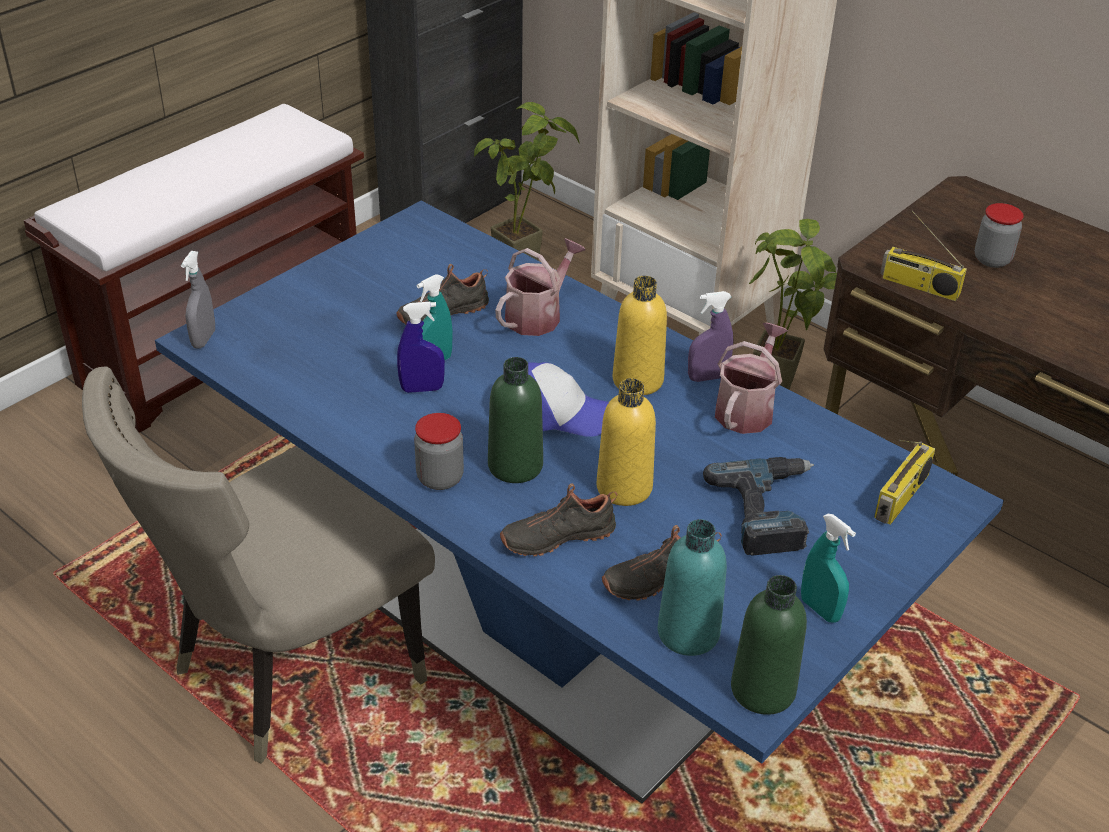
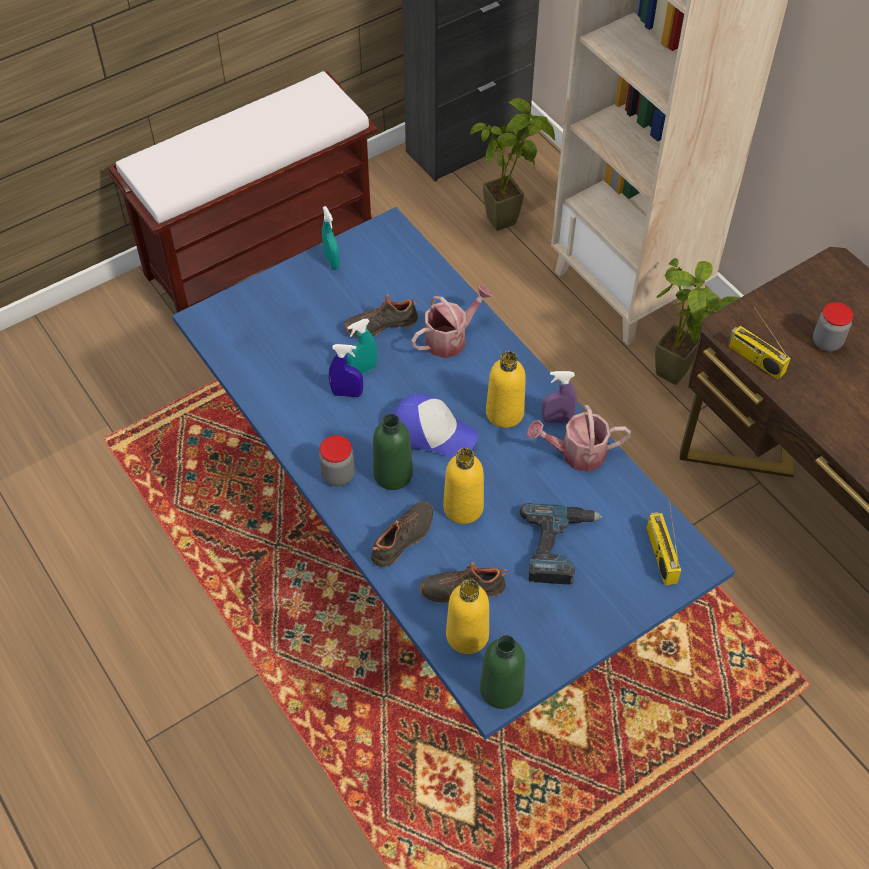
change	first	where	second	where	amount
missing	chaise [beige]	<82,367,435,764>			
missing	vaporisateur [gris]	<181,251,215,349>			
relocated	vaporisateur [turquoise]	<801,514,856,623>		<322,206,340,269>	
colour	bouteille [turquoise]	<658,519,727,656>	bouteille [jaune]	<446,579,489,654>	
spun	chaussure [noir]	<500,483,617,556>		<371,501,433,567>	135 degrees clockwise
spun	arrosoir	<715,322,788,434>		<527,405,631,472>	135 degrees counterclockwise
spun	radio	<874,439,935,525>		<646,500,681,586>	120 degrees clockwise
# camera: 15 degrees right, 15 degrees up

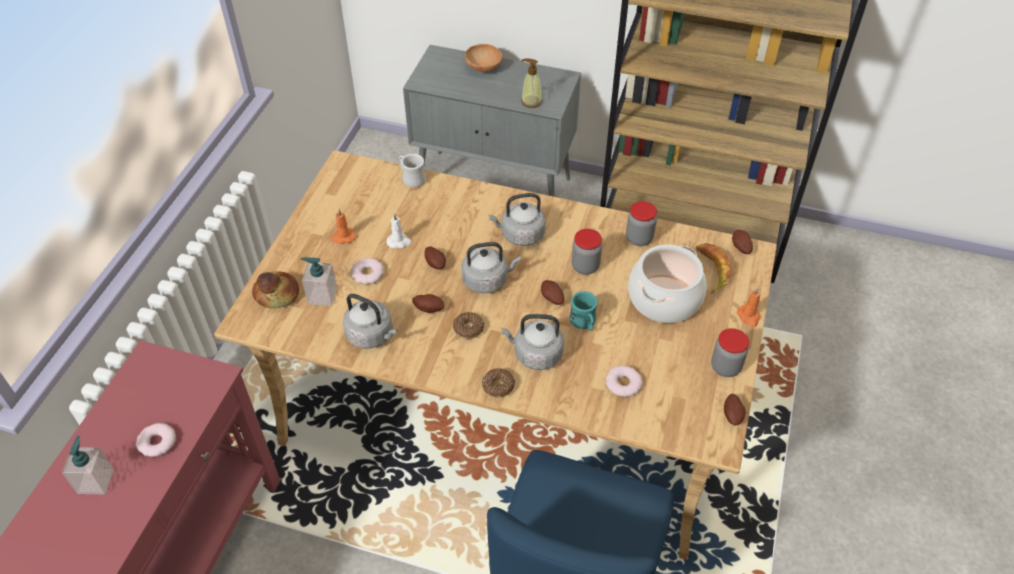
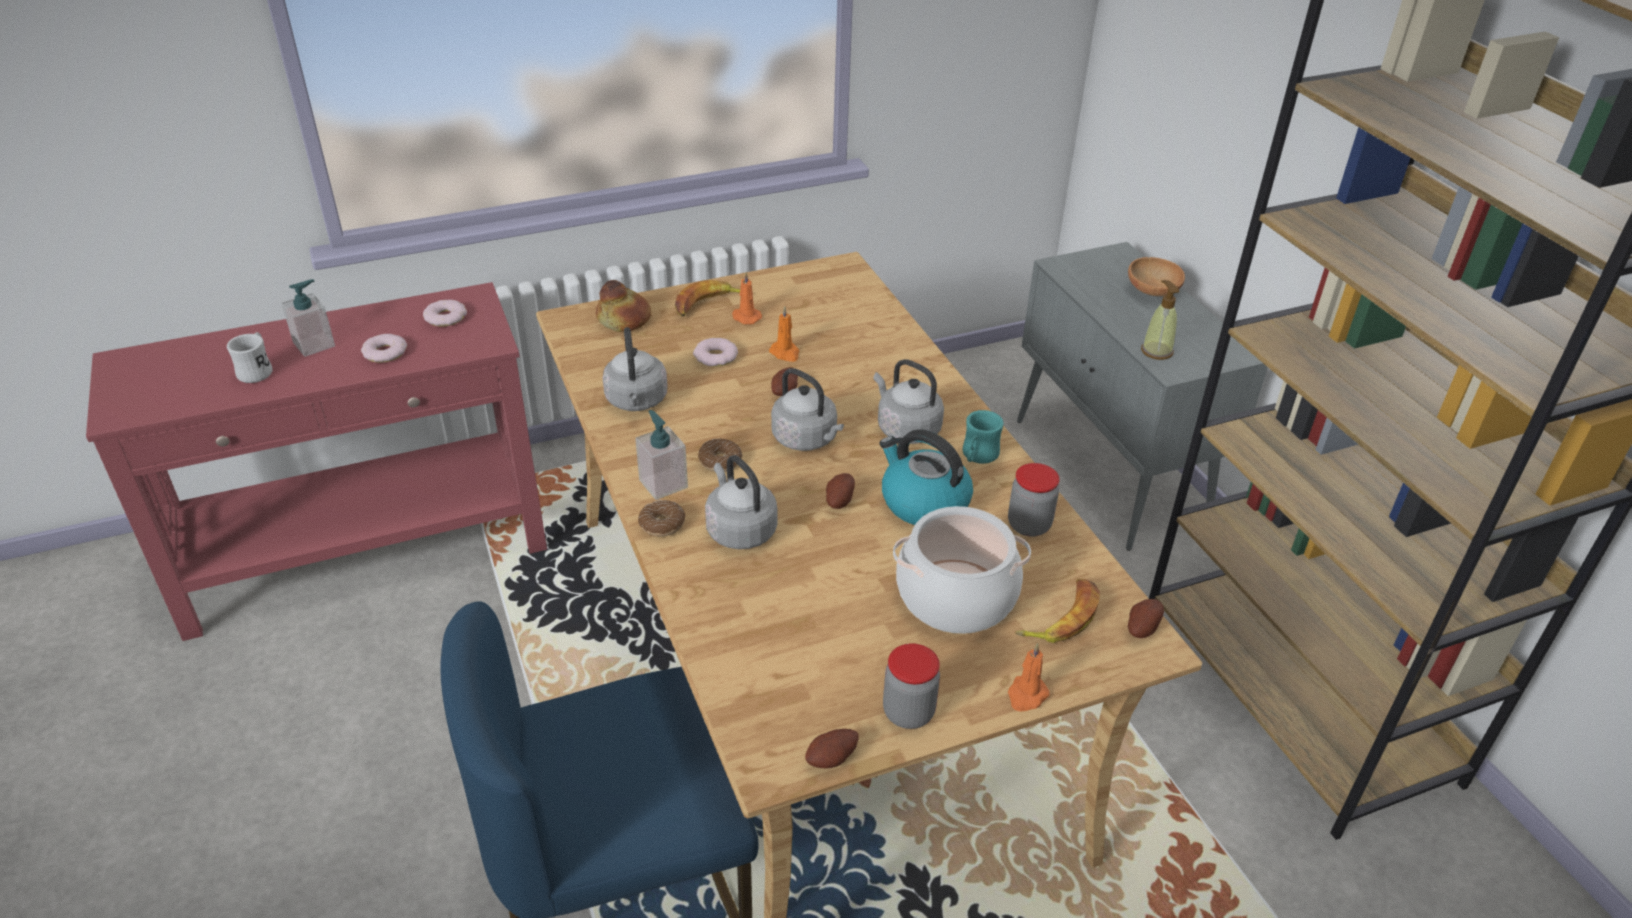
change	first	where	second	where	amount
missing	pomme de terre	<412,294,444,313>			
appeared			banane	<675,280,740,317>	
relocated	distributeur de savon	<301,257,337,306>		<635,410,688,500>	
relocated	mug [blanc]	<399,154,426,187>		<227,332,272,383>	
relocated	mug [turquoise]	<570,291,598,331>		<963,410,1004,464>	
relocated	beignet	<606,365,643,397>		<423,300,467,327>	
exchanged	bocal	<572,229,602,275>	bouilloire	<880,429,973,525>	
colour	bougie [blanc]	<387,213,412,248>	bougie [orange]	<769,306,799,362>	
# camera: 50 degrees right, 10 degrees down

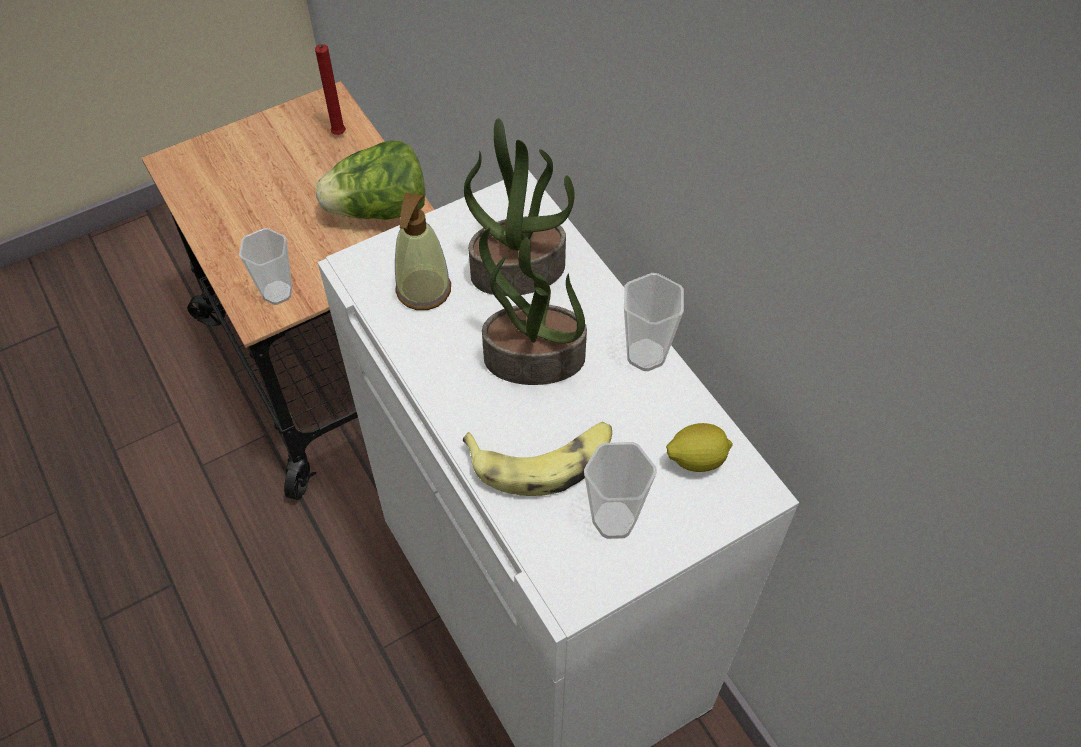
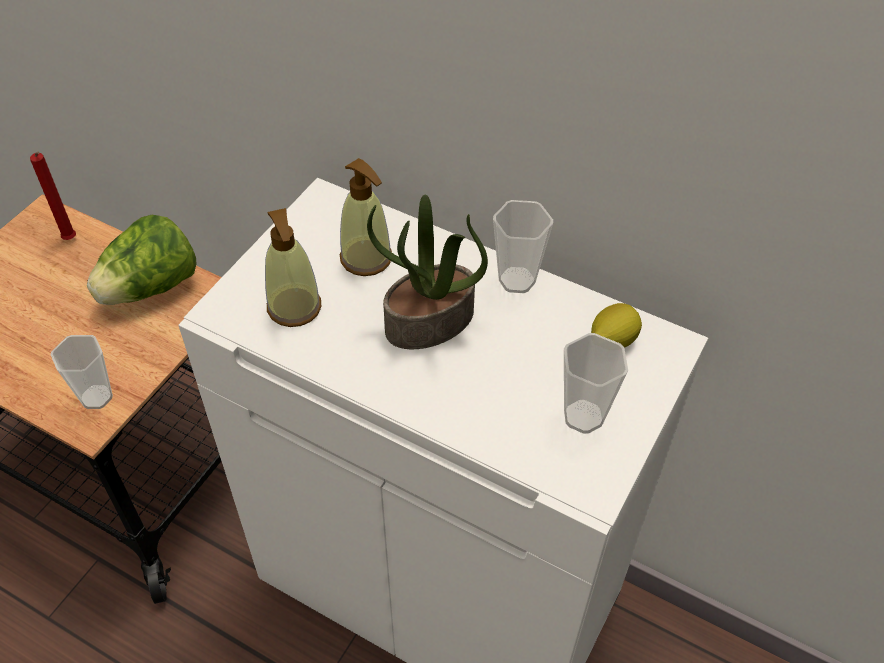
change	first	where	second	where	amount
missing	banane	<463,422,612,496>			
exchanged	plante en pot	<464,118,575,296>	distributeur de savon	<340,158,392,276>	
# camera: 30 degrees left, 5 degrees down

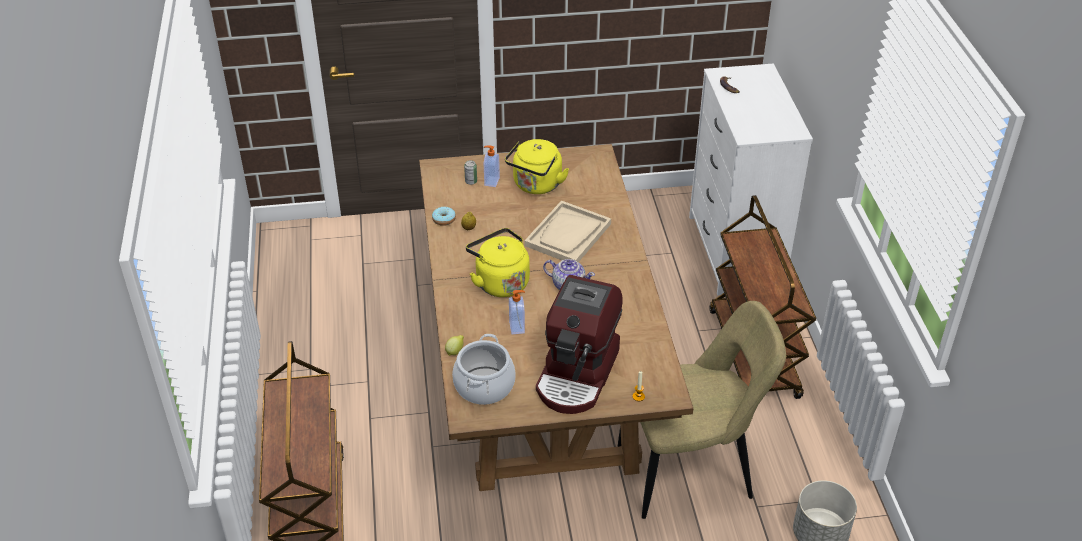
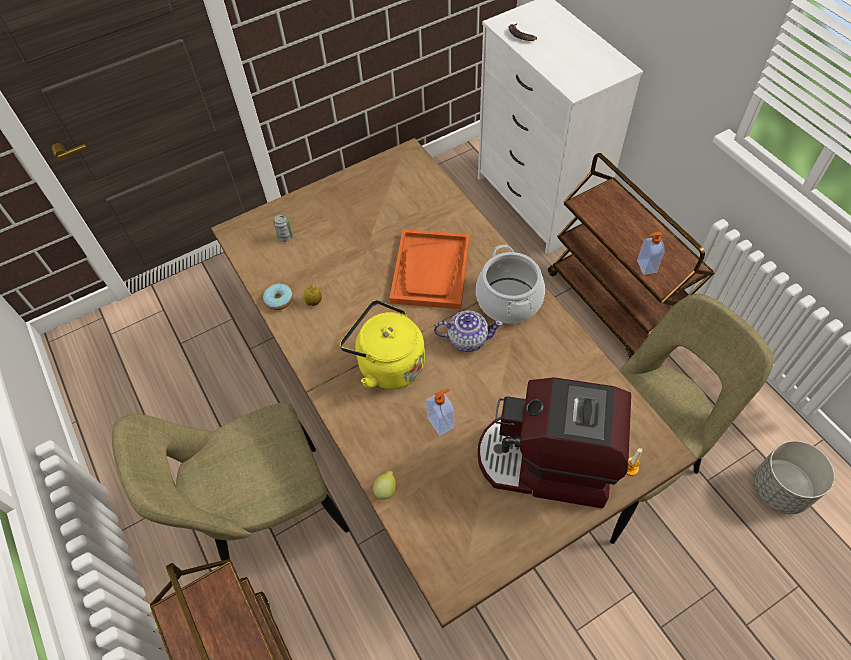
change	first	where	second	where	amount
missing	bouilloire [jaune]	<505,139,569,194>			
appeared			chaise [beige]	<112,402,349,561>	
relocated	marmite	<452,334,516,405>		<476,245,545,324>	
relocated	distributeur de savon	<484,145,500,187>		<637,232,665,275>	
colour	plateau [beige]	<525,200,611,262>	plateau [orange]	<390,229,470,309>	
spun	machine à café	<536,275,623,414>		<478,377,631,508>	105 degrees clockwise
# camera: 20 degrees left, 15 degrees up

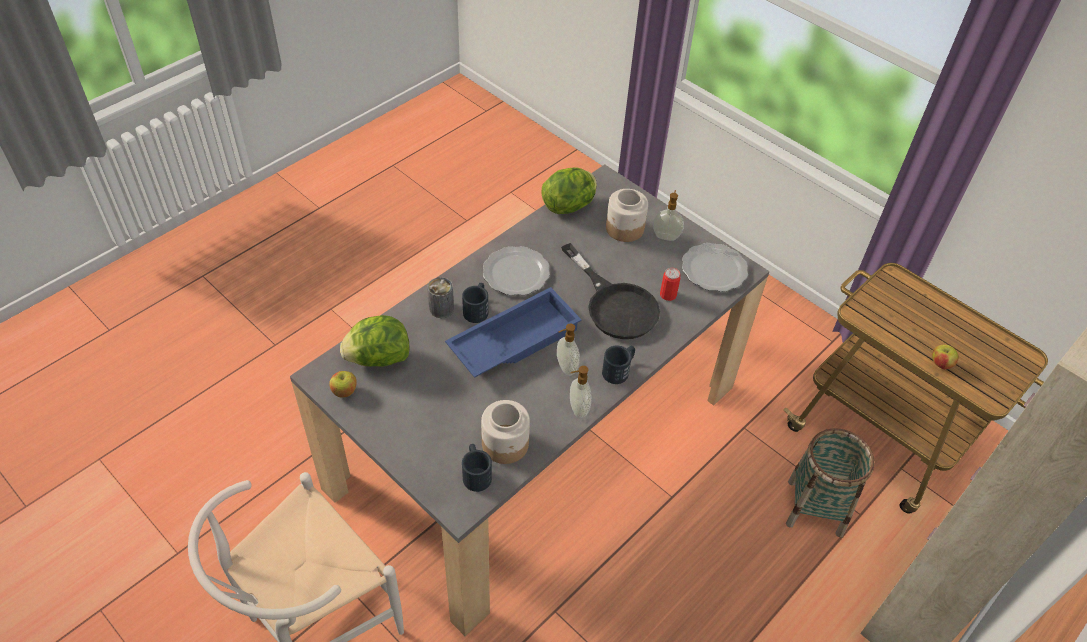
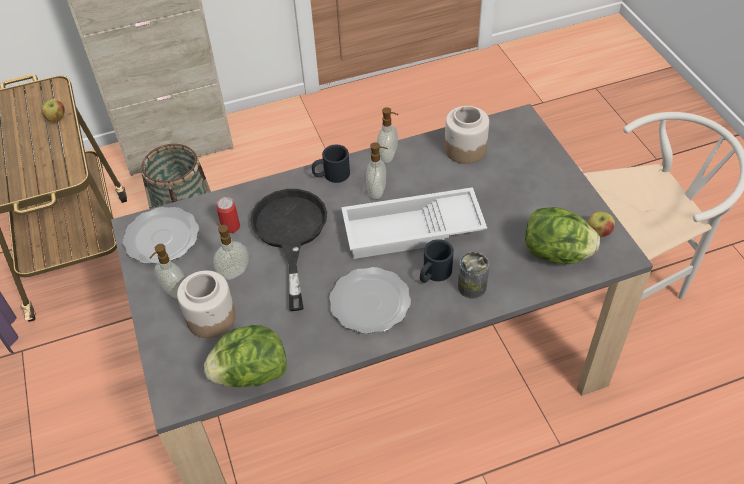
change	first	where	second	where	amount
missing	mug [noir]	<462,444,492,492>			
appeared			distributeur de savon	<213,222,249,280>	
colour	plateau [bleu]	<445,287,582,378>	plateau [blanc]	<341,187,487,259>	
# camera: 150 degrees left, 0 degrees up

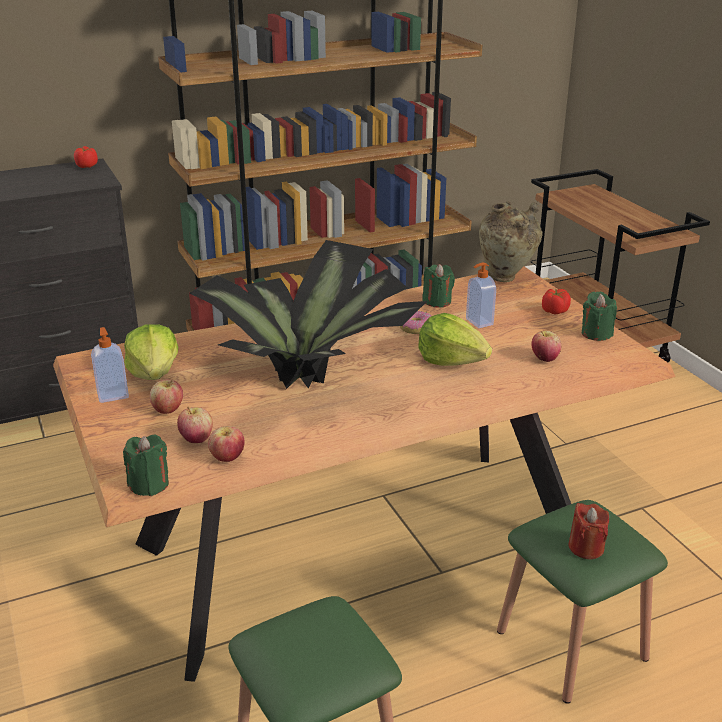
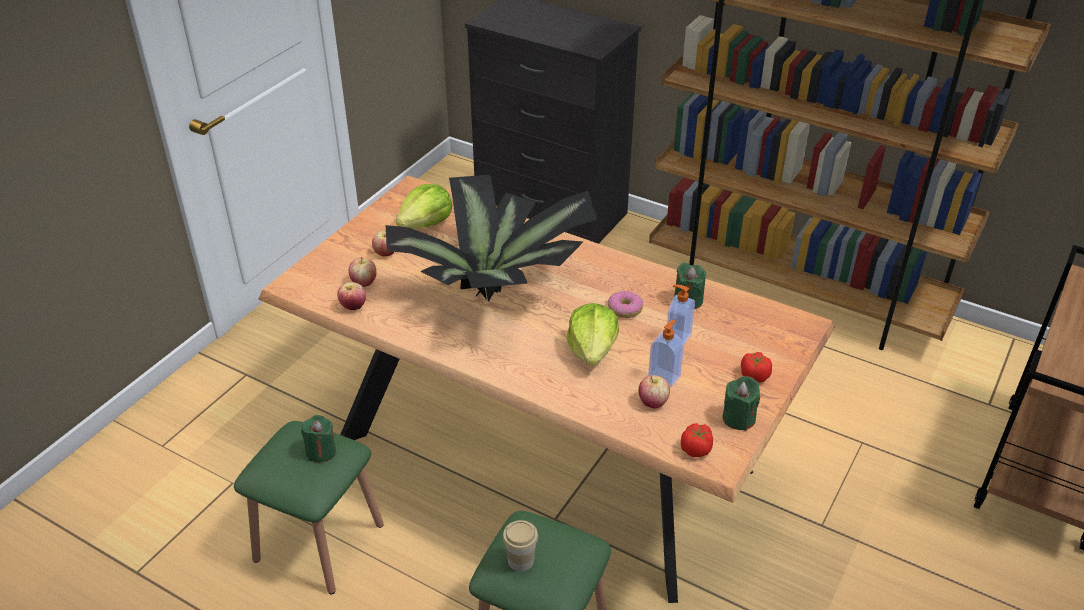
change	first	where	second	where	amount
missing	vase [beige]	<479,201,543,282>			
relocated	tomate	<74,146,98,168>		<681,423,713,457>	
relocated	distributeur de savon	<91,327,129,403>		<648,320,684,387>	
relocated	bougie [vert]	<123,435,169,496>		<301,415,336,463>	
exchanged	bougie [rouge]	<568,503,609,559>	tasse	<503,520,538,572>	
# camera: 55 degrees right, 10 degrees up

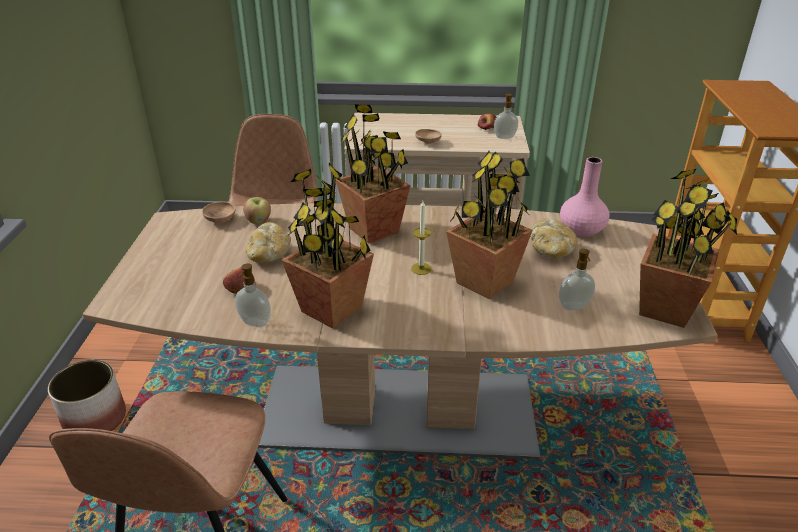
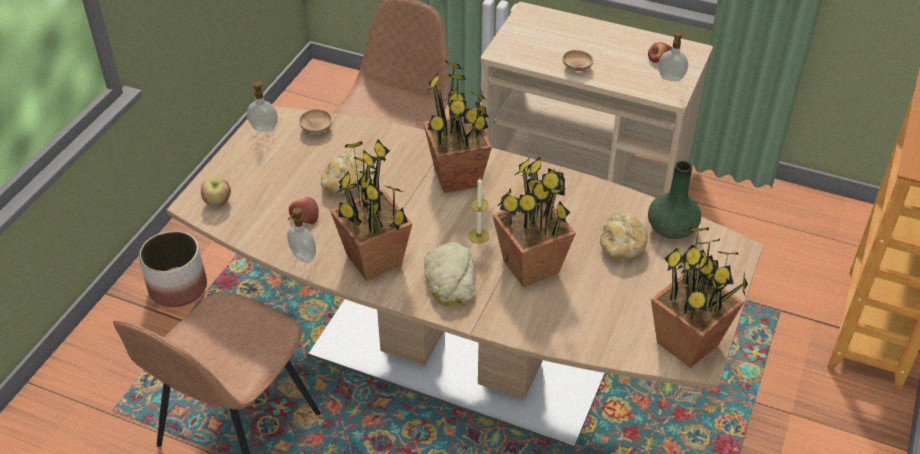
change	first	where	second	where	amount
appeared			pain	<424,242,475,306>	
relocated	pomme	<243,197,271,224>		<201,177,231,207>	
relocated	distributeur de savon	<559,249,595,310>		<247,82,278,132>	
colour	vase [rose]	<560,157,610,237>	vase [vert]	<648,161,701,239>	
# camera: 20 degrees right, 10 degrees up

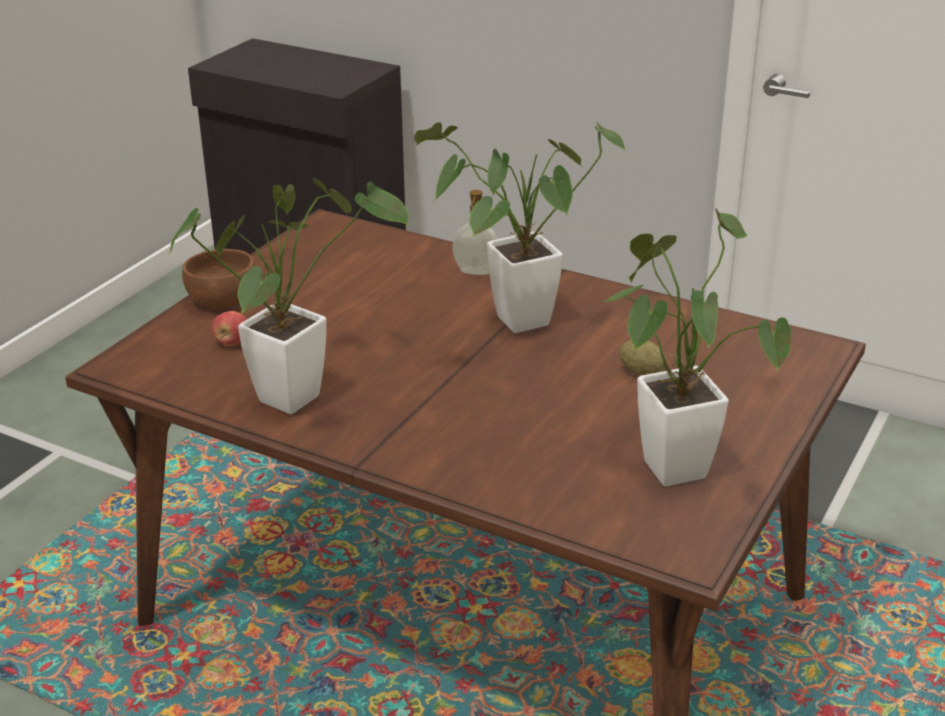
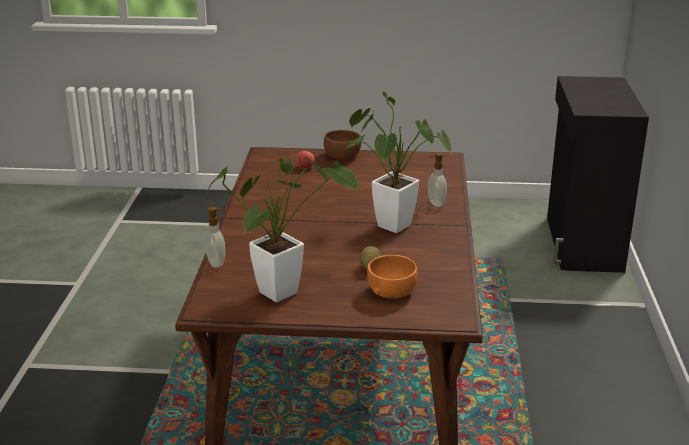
change	first	where	second	where	amount
missing	plante en pot	<169,178,409,414>			
appeared			distributeur de savon	<205,207,225,267>	
appeared			bol [orange]	<367,255,418,298>	
# camera: 65 degrees right, 5 degrees down

